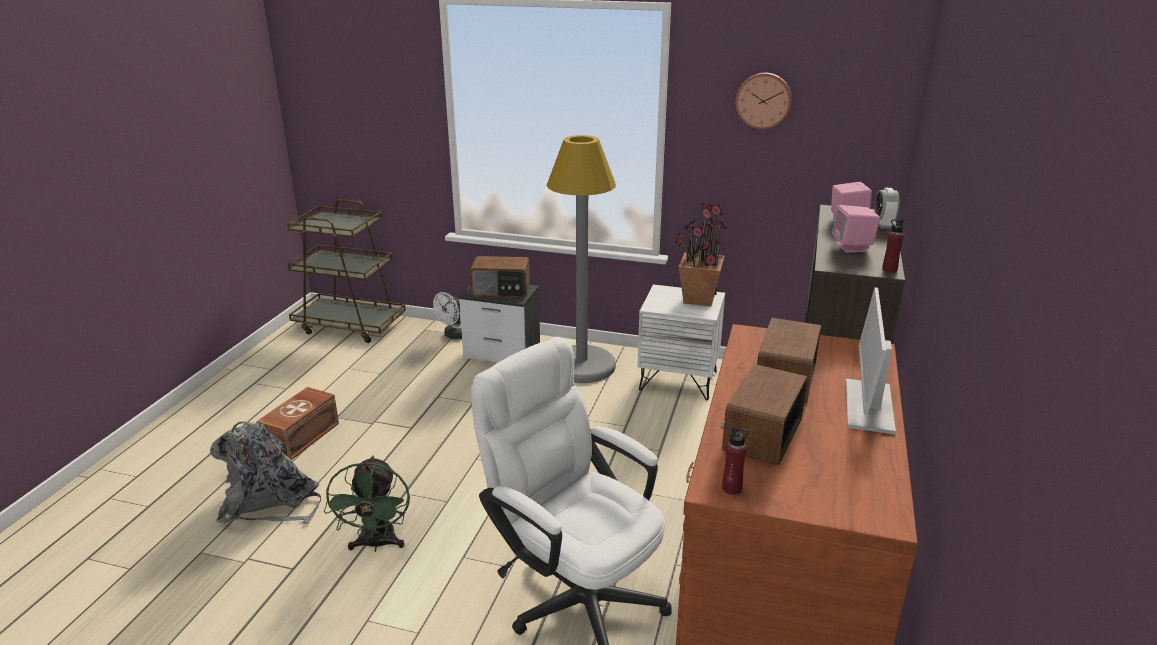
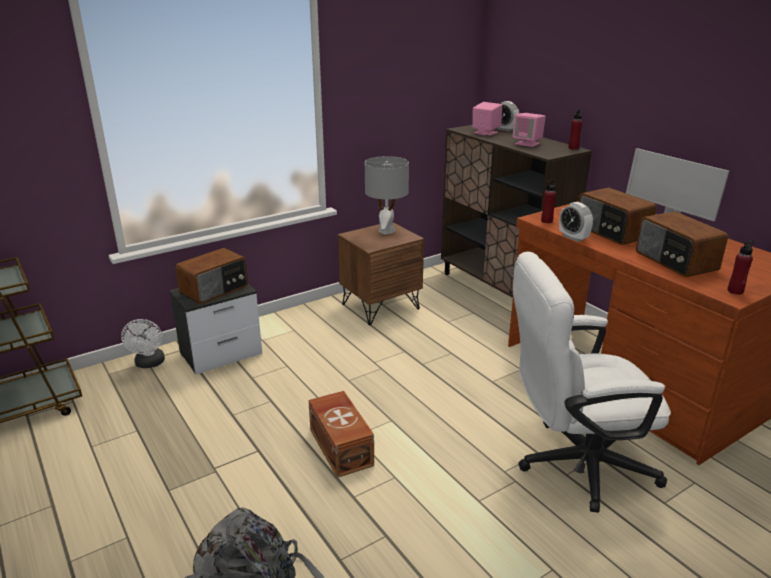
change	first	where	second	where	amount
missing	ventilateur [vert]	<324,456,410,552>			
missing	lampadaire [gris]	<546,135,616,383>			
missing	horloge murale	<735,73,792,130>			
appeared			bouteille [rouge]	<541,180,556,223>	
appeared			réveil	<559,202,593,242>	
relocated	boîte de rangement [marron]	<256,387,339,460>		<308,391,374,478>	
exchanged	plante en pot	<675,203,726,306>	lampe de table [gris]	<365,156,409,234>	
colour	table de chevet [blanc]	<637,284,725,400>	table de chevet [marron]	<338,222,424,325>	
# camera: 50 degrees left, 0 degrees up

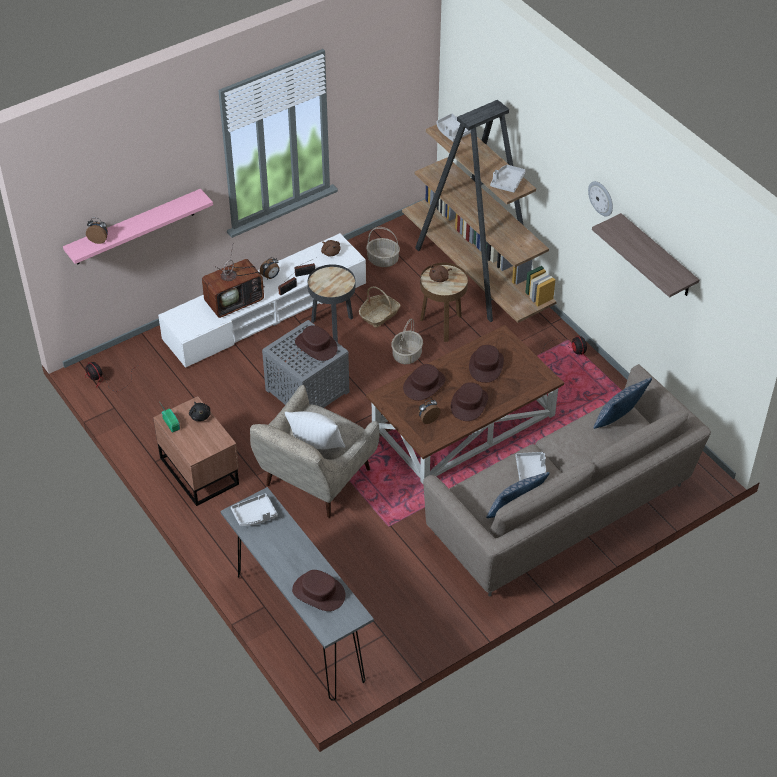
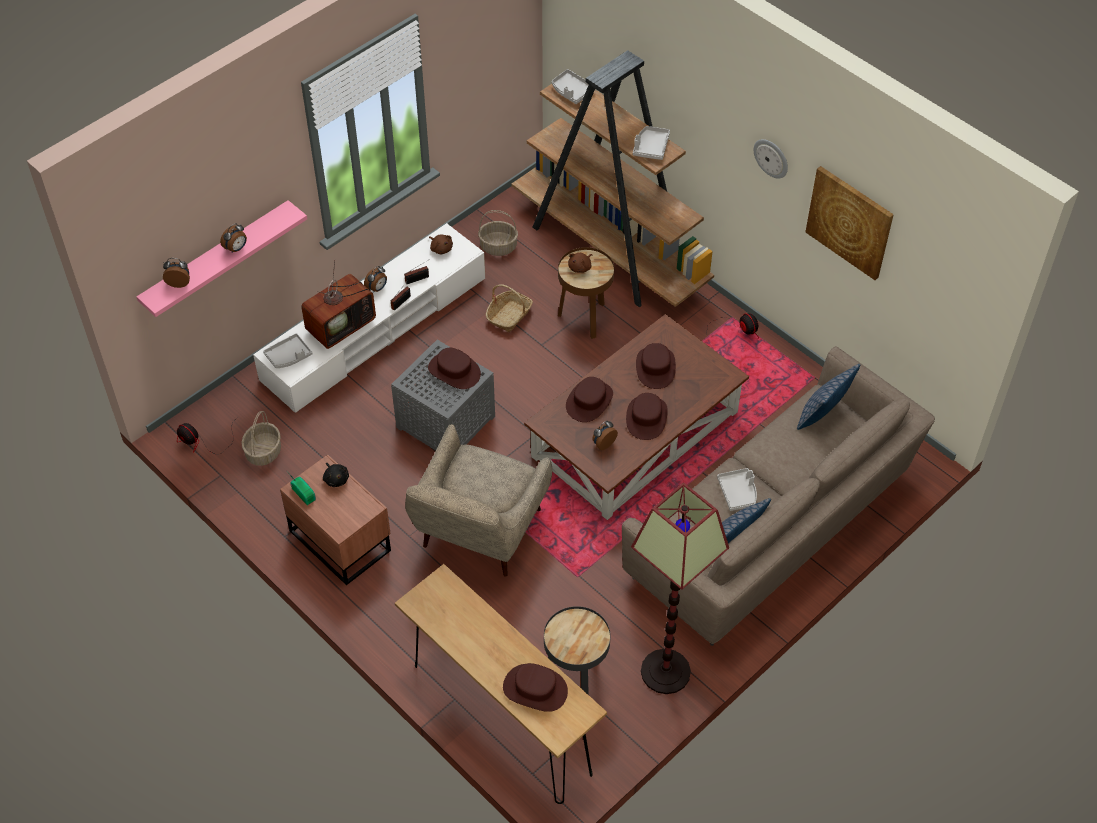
change	first	where	second	where	amount
missing	coussin [blanc]	<285,411,345,449>			
appeared			réveil	<220,223,247,253>	
appeared			lampadaire	<631,483,729,694>	
relocated	plateau [gris]	<231,493,278,526>		<263,333,312,368>	
relocated	table d'appoint [noir]	<308,264,356,343>		<544,606,611,695>	
relocated	panier	<391,319,423,364>		<241,411,281,466>	
exchanged	étagère	<592,213,699,297>	tableau	<806,166,894,280>	
colour	table console [gris]	<220,487,374,701>	table console [marron]	<395,564,607,804>	
# camera: 10 degrees left, 5 degrees up

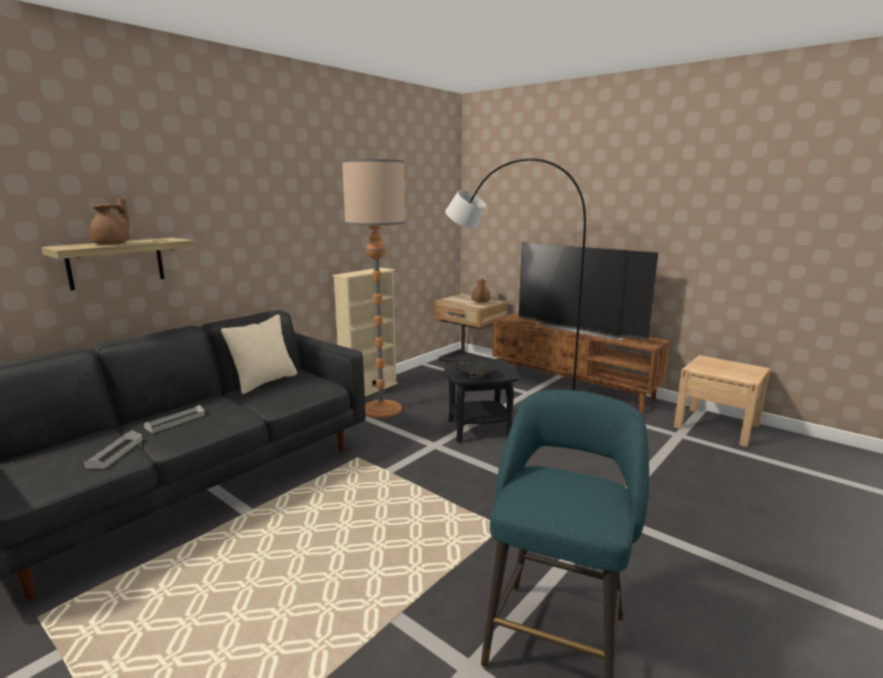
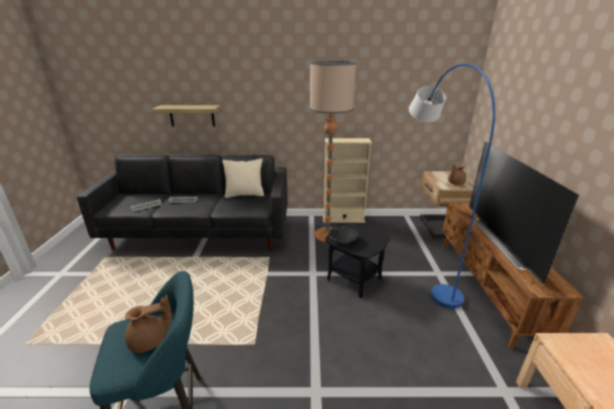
change	first	where	second	where	amount
relocated	théière [marron]	<89,195,130,244>		<125,295,172,353>	
colour	lampadaire [gris]	<445,158,586,391>	lampadaire [bleu]	<409,63,496,309>	
# camera: 50 degrees right, 10 degrees up

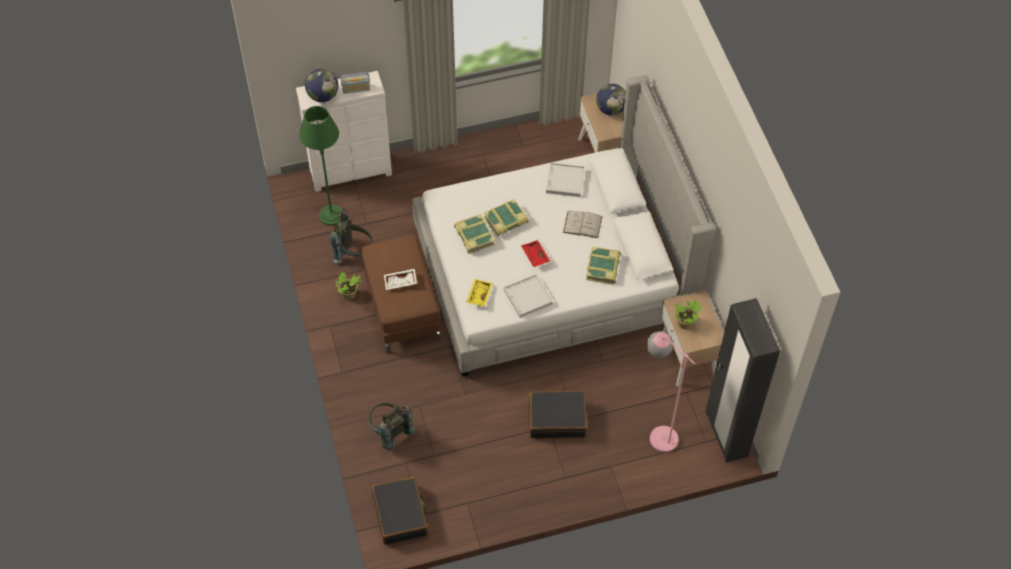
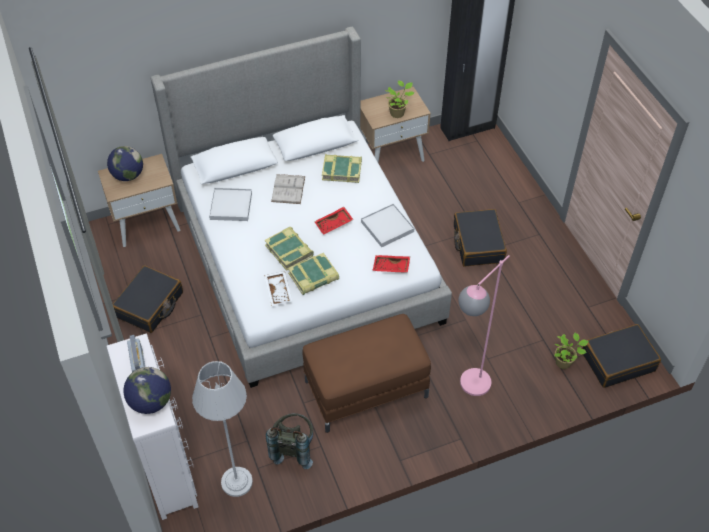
change	first	where	second	where	amount
missing	sac à dos [gris]	<368,402,415,451>			
appeared			valise [noir]	<113,265,183,333>	
relocated	plante en pot	<335,272,362,300>		<554,333,589,369>	
relocated	plateau [blanc]	<384,269,417,290>		<264,271,293,306>	
relocated	lampadaire [rose]	<646,331,695,452>		<458,255,510,396>	
colour	lampadaire [vert]	<299,106,343,226>	lampadaire [gris]	<192,361,253,497>	
colour	plateau [jaune]	<466,279,493,307>	plateau [rouge]	<372,255,410,273>	
# camera: 95 degrees left, 5 degrees down

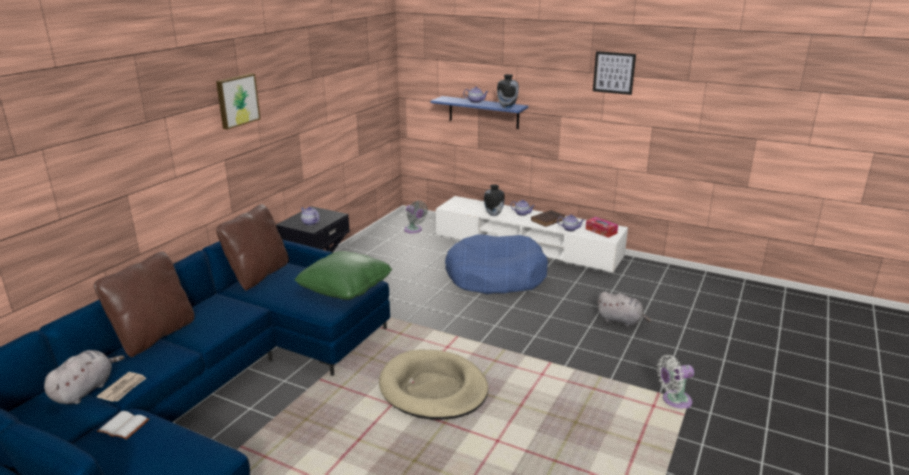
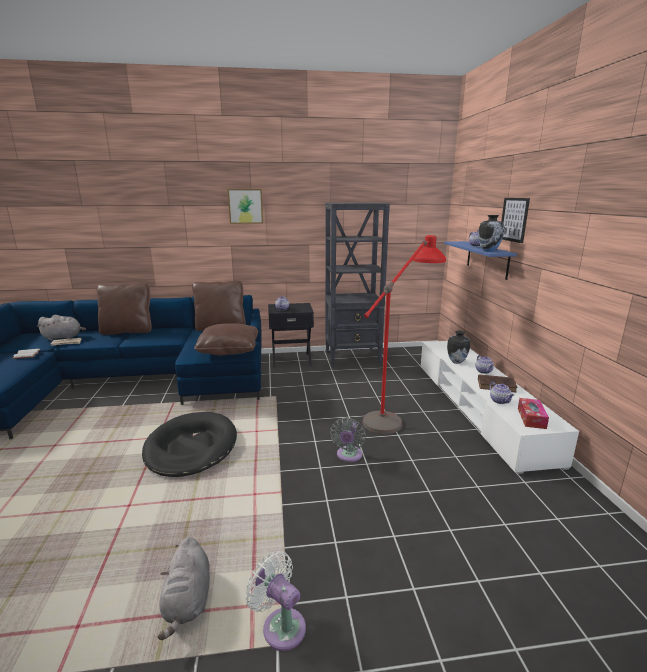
change	first	where	second	where	amount
appeared			bibliothèque [noir]	<325,203,390,366>	
relocated	ventilateur [gris]	<404,201,427,233>		<330,418,366,462>	
relocated	tableau	<593,51,636,95>		<501,198,530,243>	
relocated	peluche [gris]	<597,292,651,327>		<158,537,210,640>	
exchanged	panier pour chien [bleu]	<445,234,548,294>	lampadaire [rouge]	<362,235,446,434>	
colour	coussin [vert]	<295,251,392,300>	coussin [marron]	<194,323,259,355>	
colour	panier pour chien [beige]	<379,350,488,420>	panier pour chien [noir]	<142,412,237,477>	
# camera: 55 degrees right, 5 degrees down

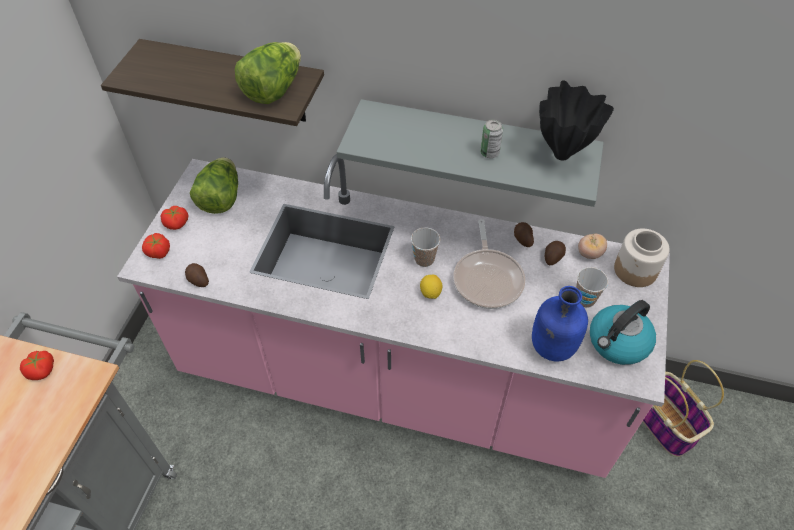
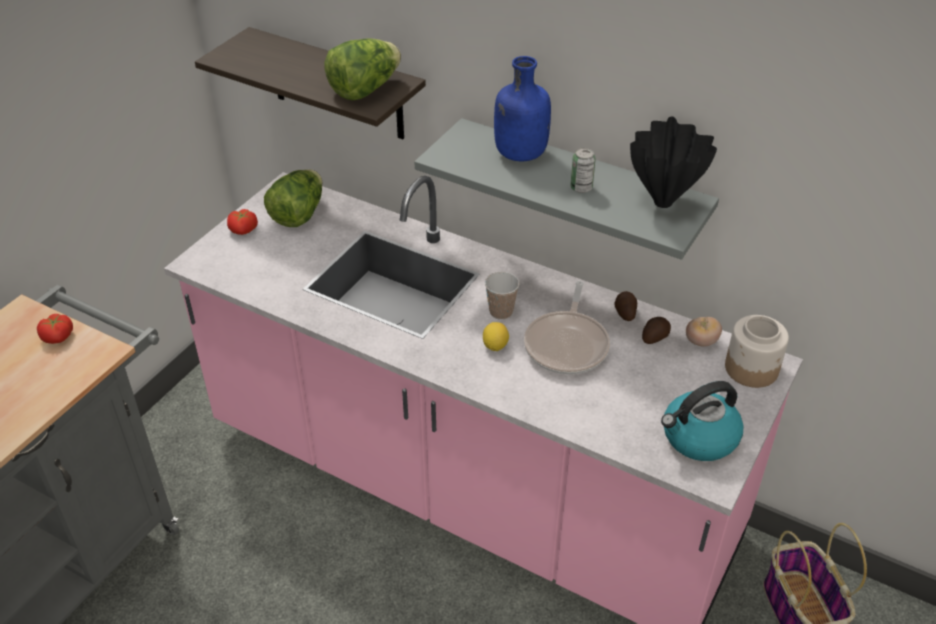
change	first	where	second	where	amount
missing	tomate	<142,233,170,259>			
missing	pomme de terre	<185,263,209,287>			
missing	tasse	<576,267,608,308>			
relocated	bouteille [bleu]	<532,286,588,361>		<494,56,551,162>	
# camera: 15 degrees right, 10 degrees down

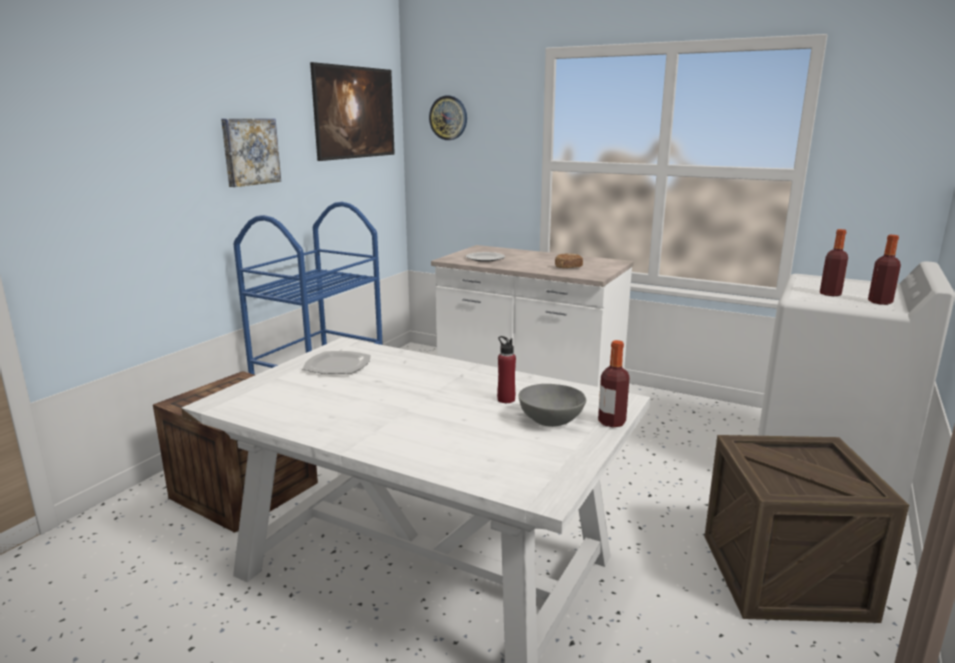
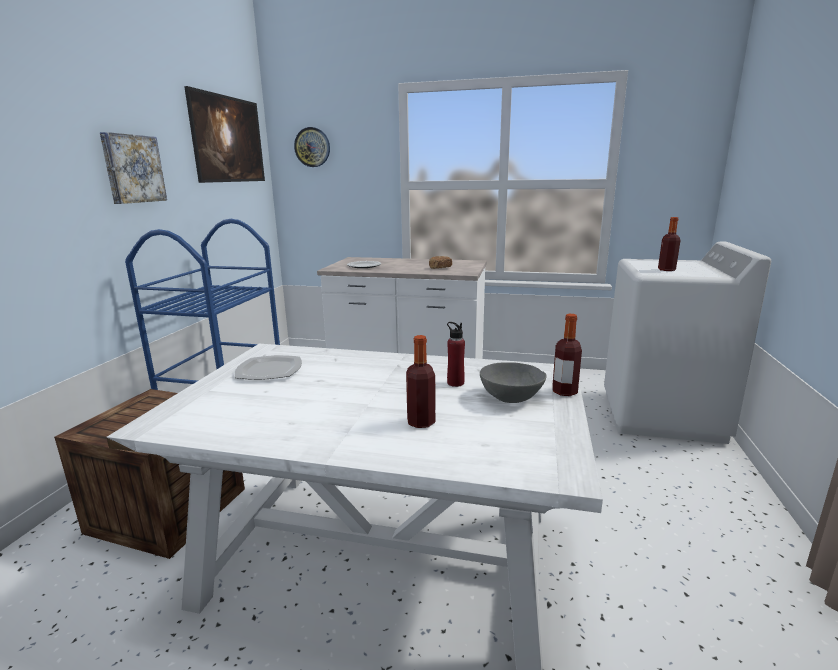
change	first	where	second	where	amount
missing	caisse	<704,435,909,623>			
relocated	bouteille	<868,235,901,305>		<406,335,435,428>	
# camera: 15 degrees left, 0 degrees up

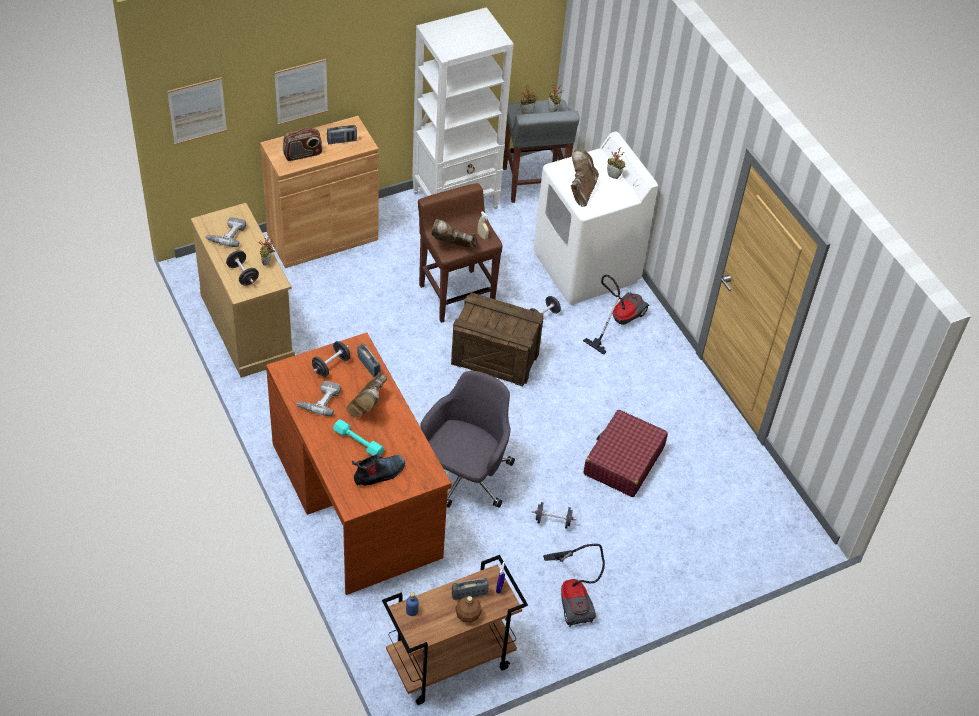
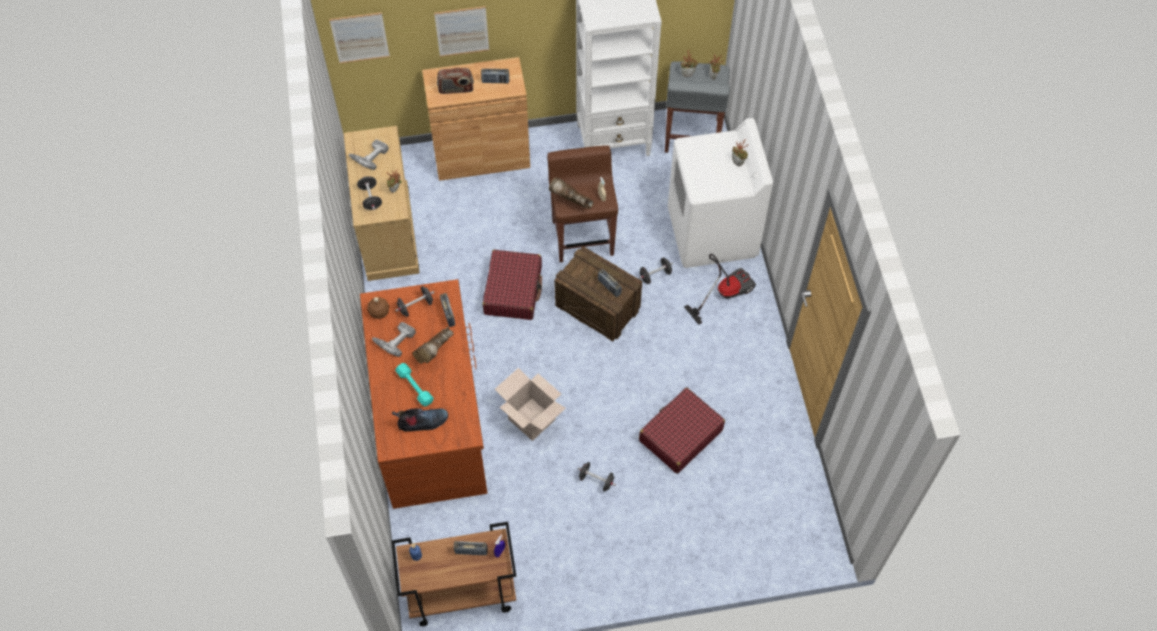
change	first	where	second	where	amount
missing	aspirateur	<543,544,605,627>			
missing	botte [marron]	<571,148,599,207>			
appeared			valise [rouge]	<483,250,542,320>	
appeared			radio	<598,269,622,297>	
relocated	bouteille [marron]	<455,596,482,623>		<368,297,389,319>	
exchanged	chaise de bureau [gris]	<420,371,515,508>	carton	<495,368,566,441>	
# camera: 20 degrees right, 10 degrees up

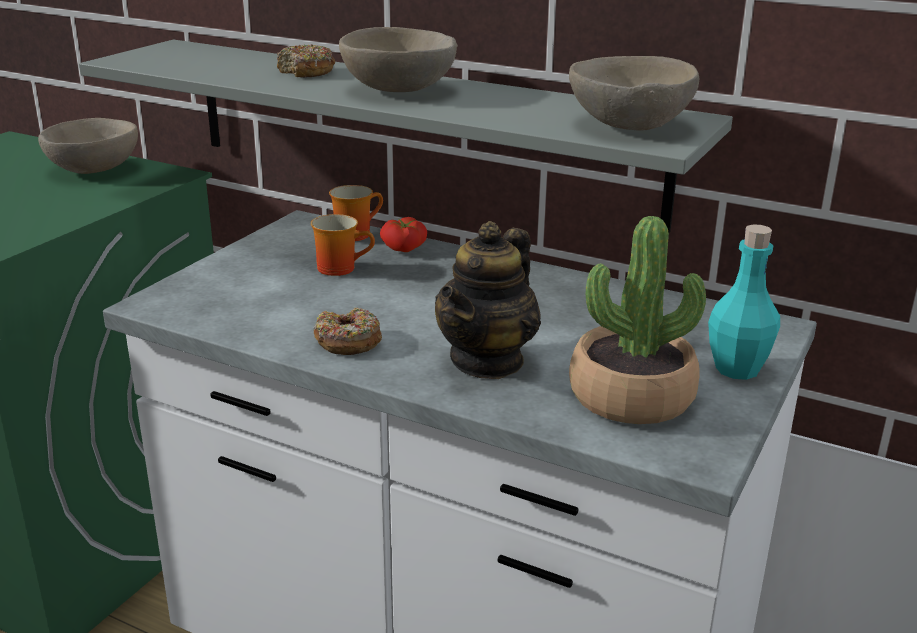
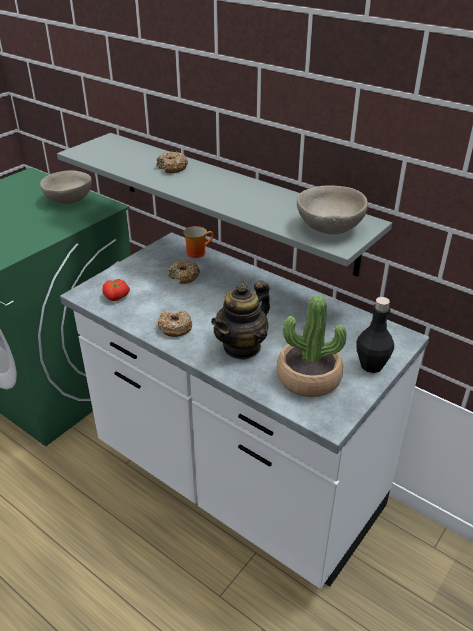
change	first	where	second	where	amount
missing	bol [beige]	<339,27,458,92>			
relocated	tomate	<380,217,427,252>		<103,279,130,301>	
exchanged	mug	<311,214,375,276>	beignet	<169,260,200,284>	
colour	bouteille [turquoise]	<708,224,780,380>	bouteille [noir]	<356,297,394,373>	
# camera: 10 degrees right, 10 degrees up

